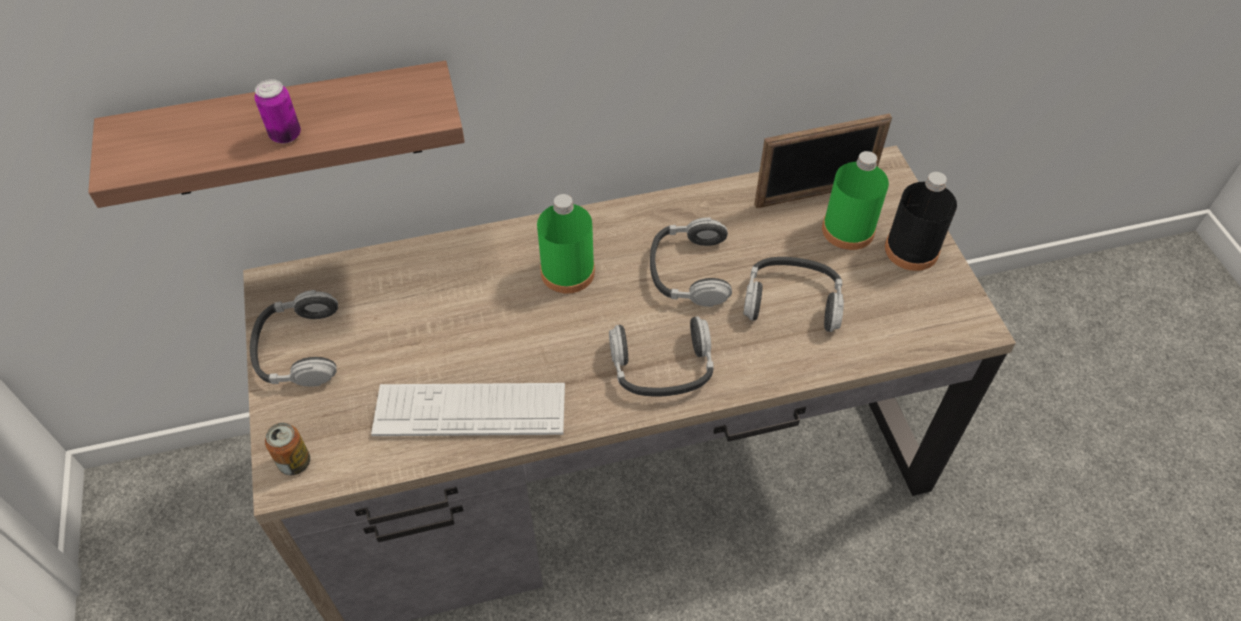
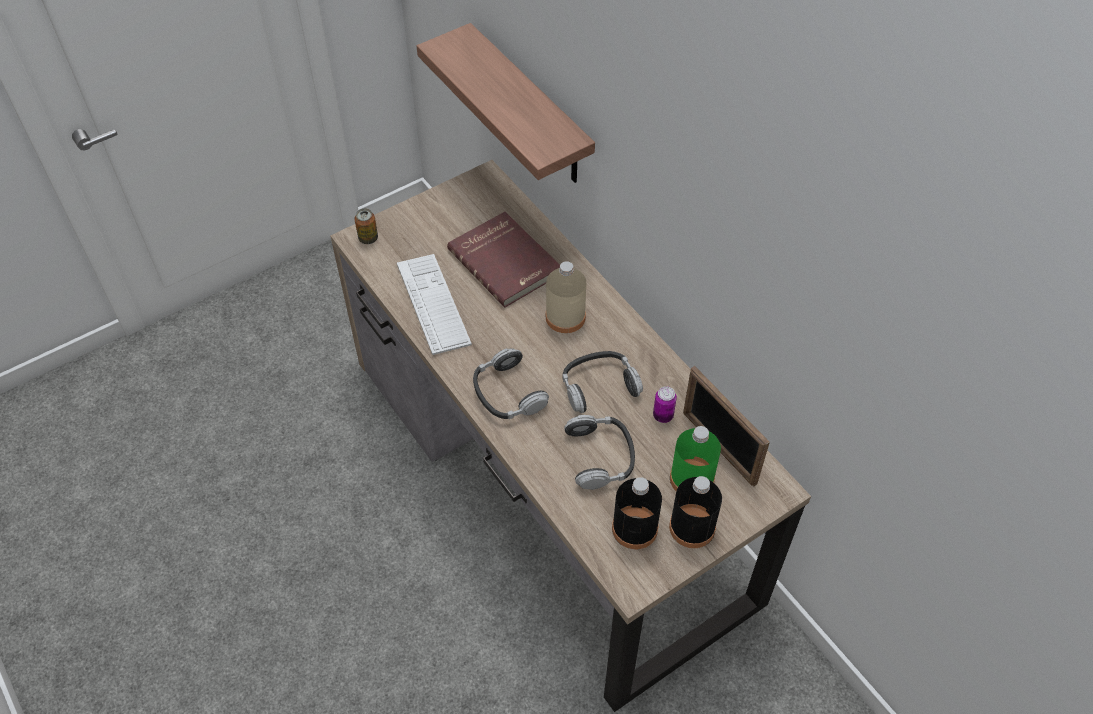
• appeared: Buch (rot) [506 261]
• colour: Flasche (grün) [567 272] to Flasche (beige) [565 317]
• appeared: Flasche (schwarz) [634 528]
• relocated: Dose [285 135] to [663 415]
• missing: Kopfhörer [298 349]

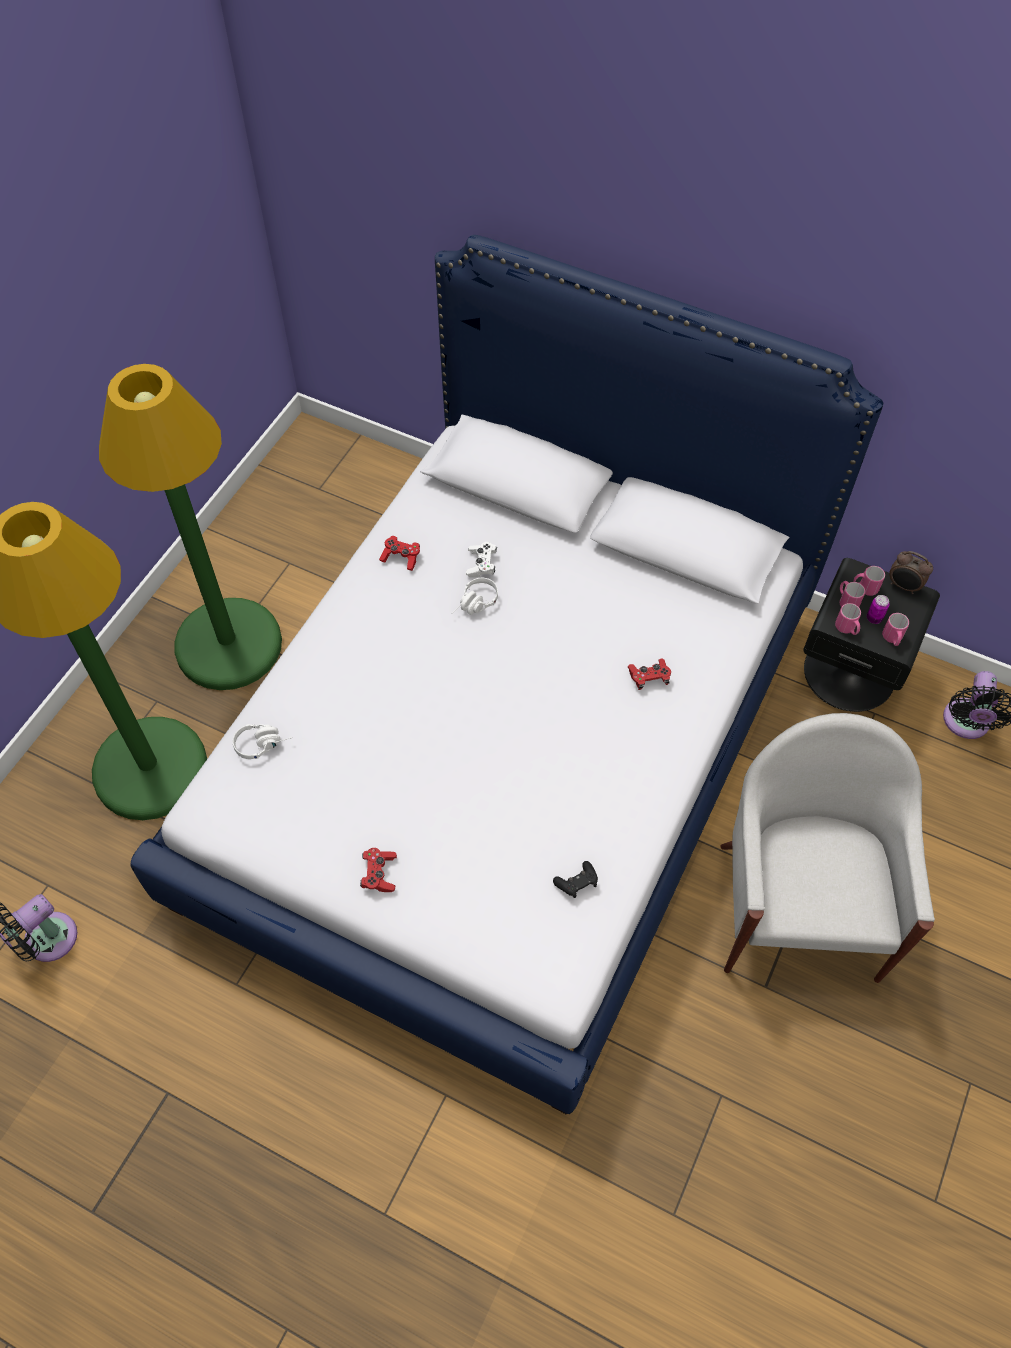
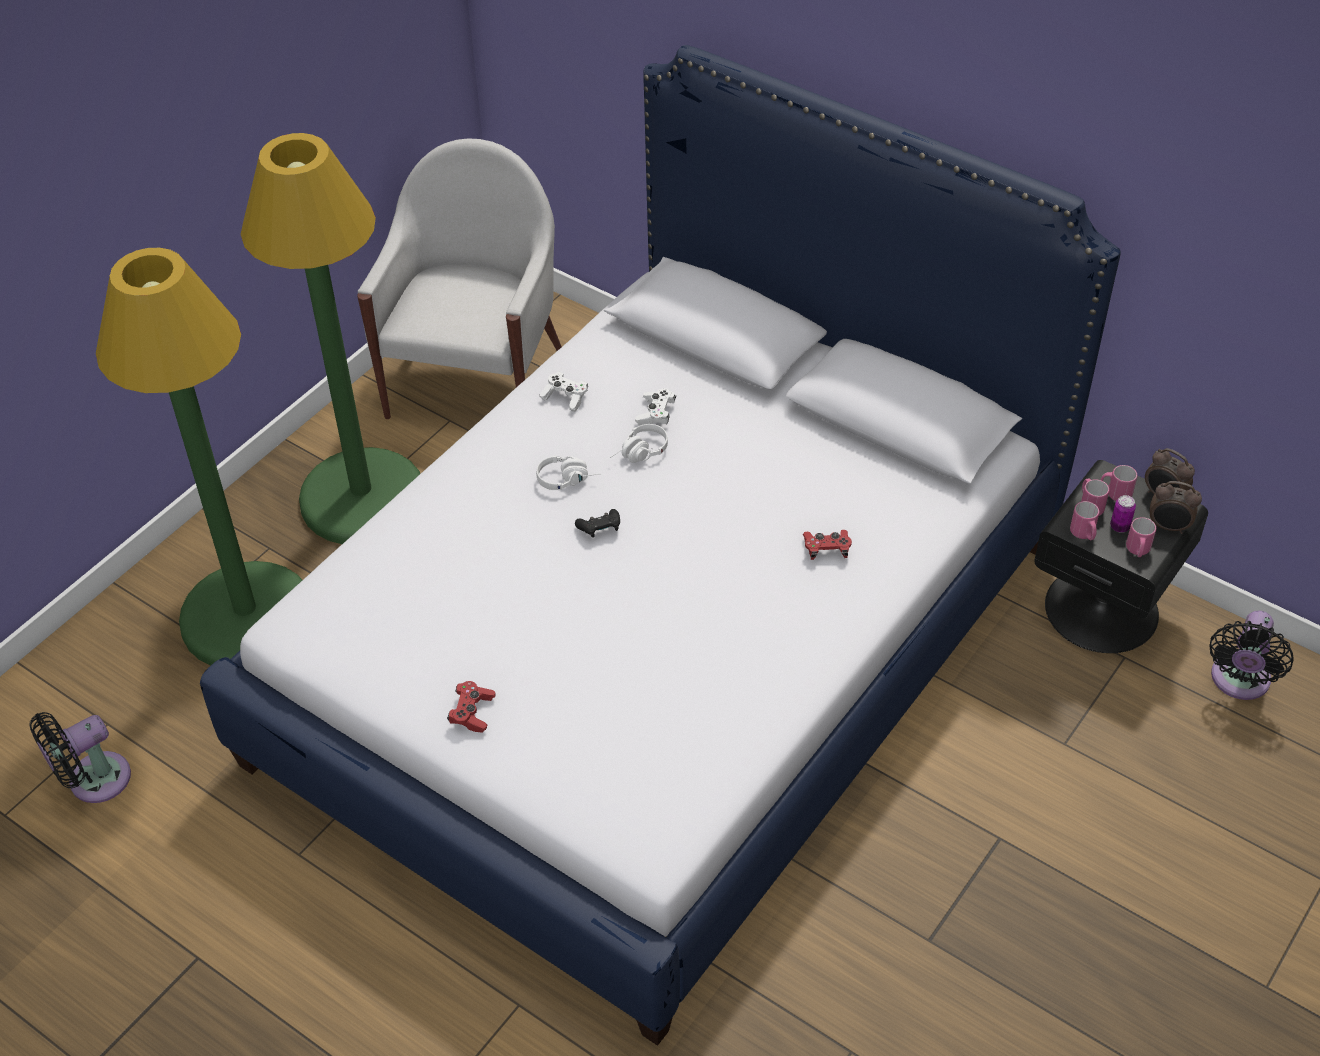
• relocated: Sessel (weiß) [798 907] to [477 381]
• relocated: Kopfhörer (weiß) [263 743] to [568 479]
• colour: Gamepad (rot) [401 557] to Gamepad (weiß) [565 397]
• relocated: Gamepad (schwarz) [577 883] to [600 529]
• appeared: Wecker [1168 527]

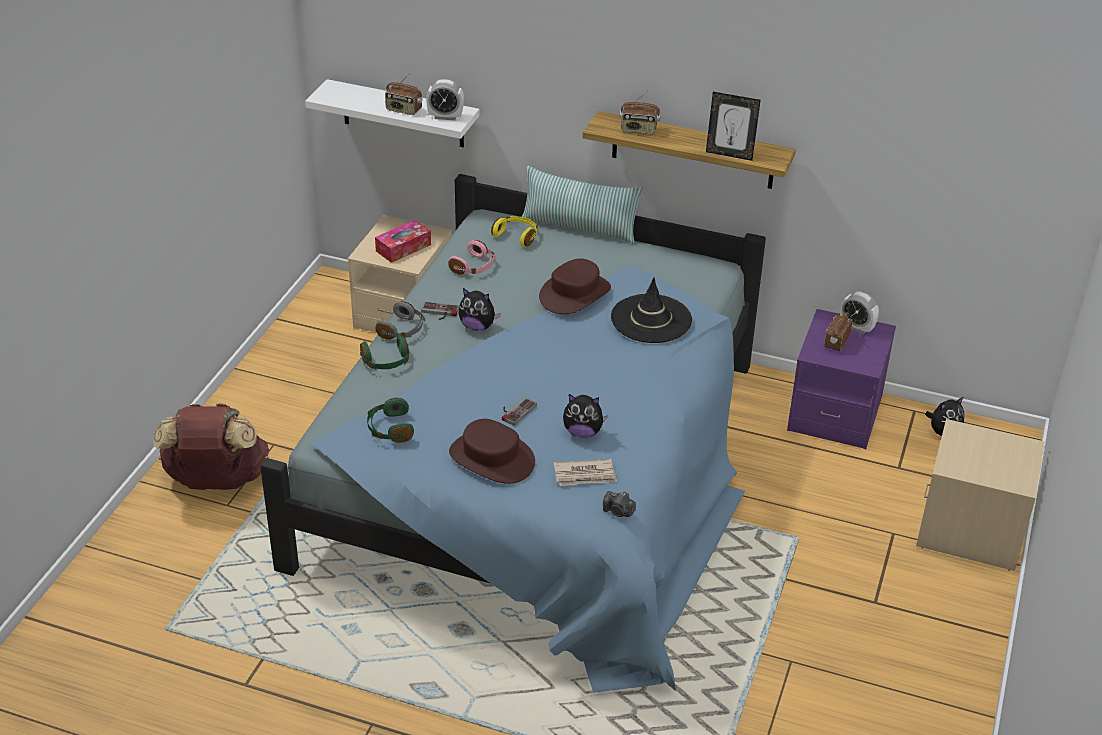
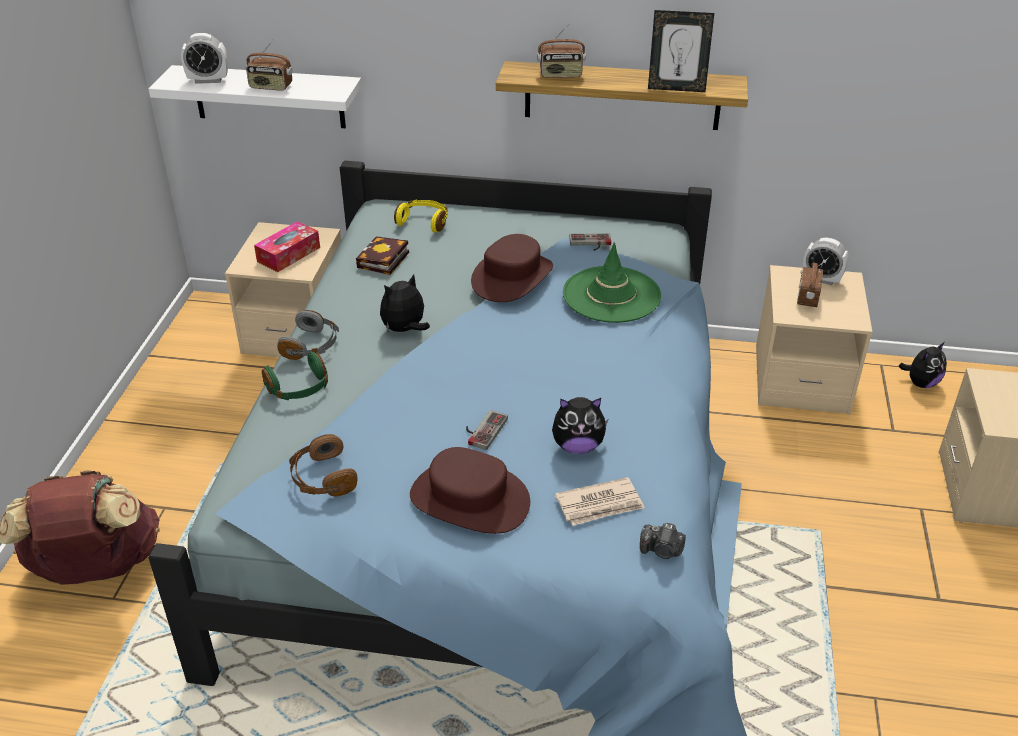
• relocated: Wecker [445 117] to [208 80]
• colour: Kopfhörer (grün) [390 429] to Kopfhörer (braun) [322 478]
• exchanged: Kopfhörer (rosa) [474 267] to Buch [383 261]
• spun: Plüschtier [477 326] = [405 330] 135 degrees clockwise
• colour: Hut (schwarz) [651 319] to Hut (grün) [611 295]
• relocated: Gamepad [439 313] to [590 243]
• colour: Nachttisch (lila) [835 414] to Nachttisch (beige) [801 380]
• missing: Kissen [579 228]

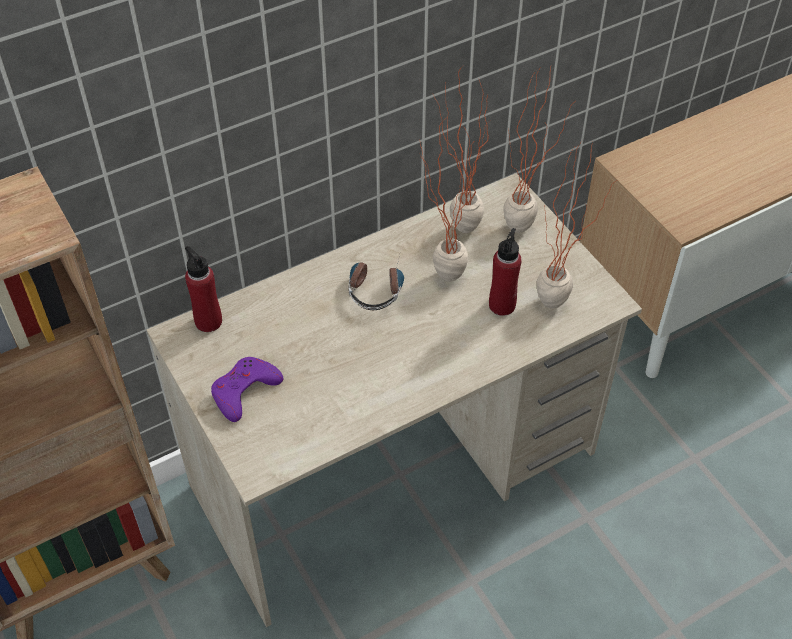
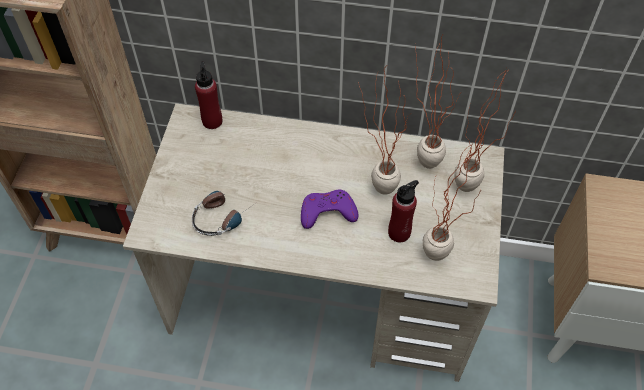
• relocated: Kopfhörer [376 285] to [223 215]
• relocated: Gamepad (lila) [244 391] to [327 212]

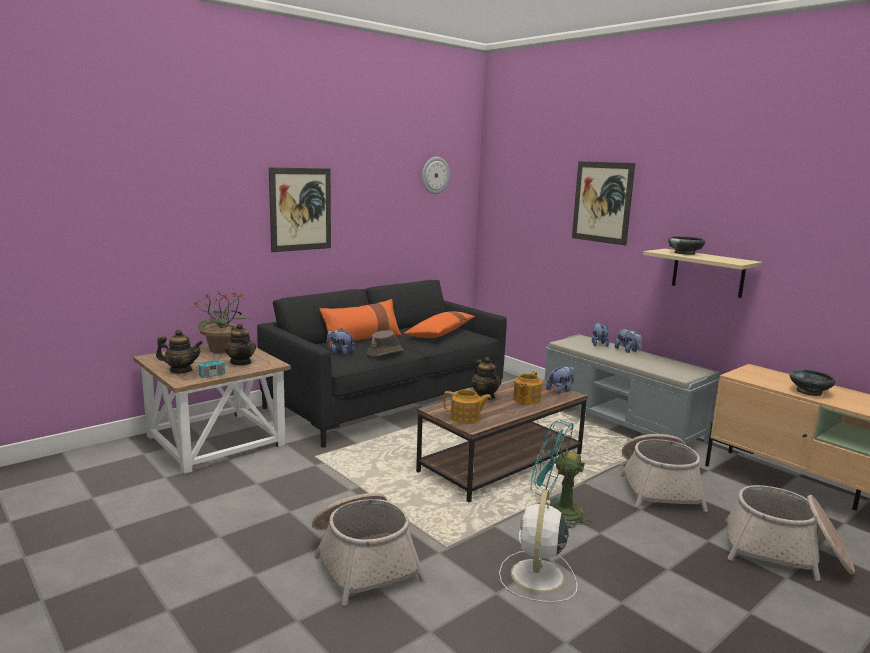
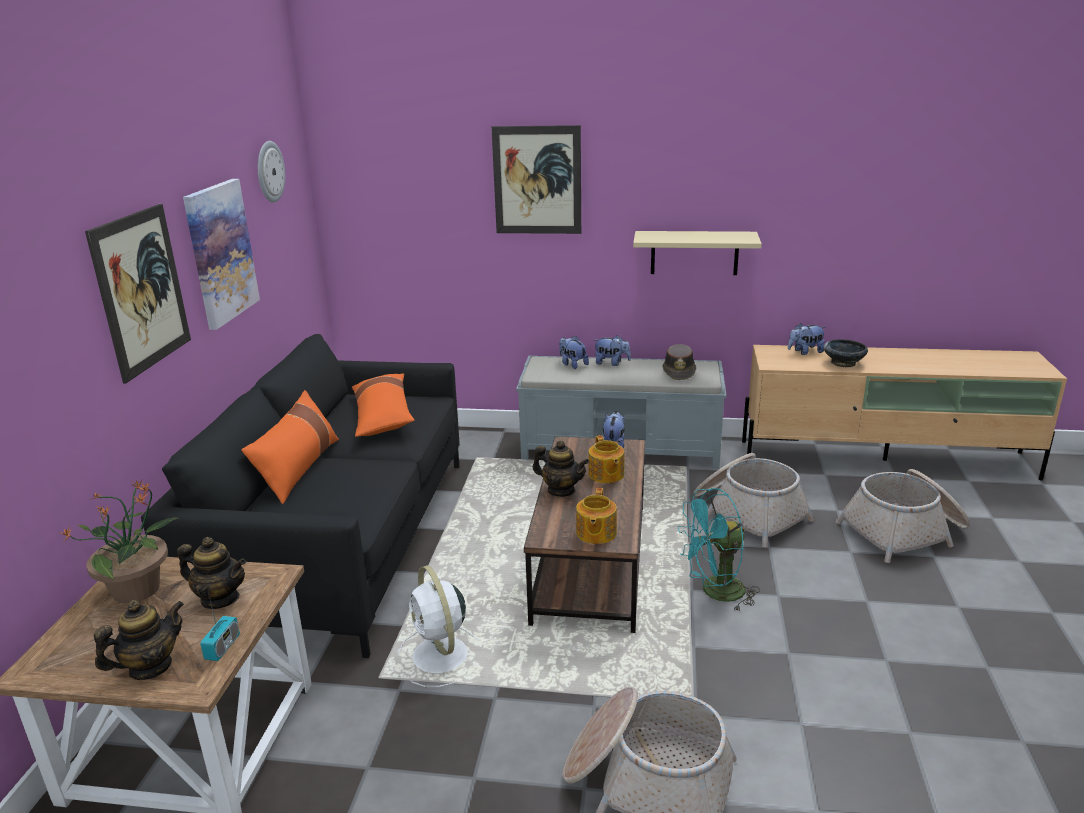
• appeared: Bild [220 252]
• relocated: Ventilator (weiß) [537 577] to [441 657]
• spun: Teekanne [466 418] = [595 533] 135 degrees clockwise
• relocated: Hut (braun) [386 353] to [679 372]
• relocated: Plüschtier [340 352] to [805 352]
• missing: Schüssel (schwarz) [685 253]

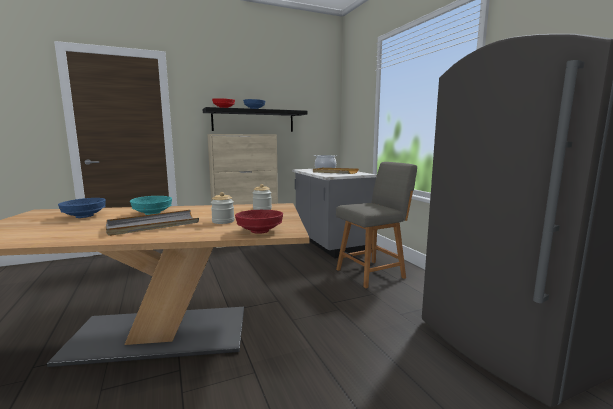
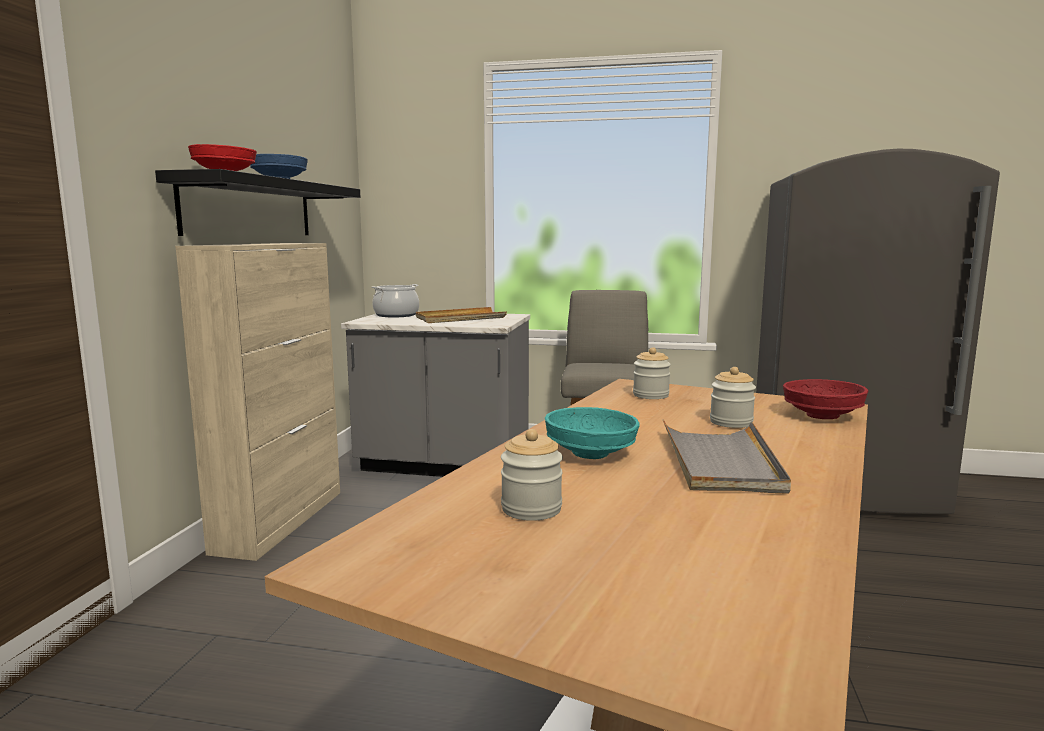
• exchanged: Schüssel (blau) [84 216] to Vorratsglas [531 509]

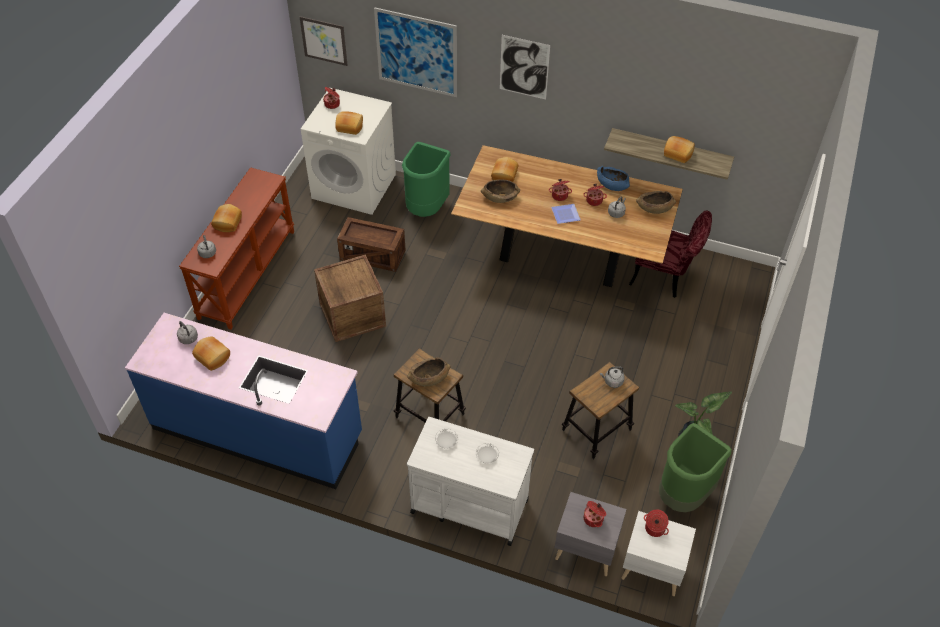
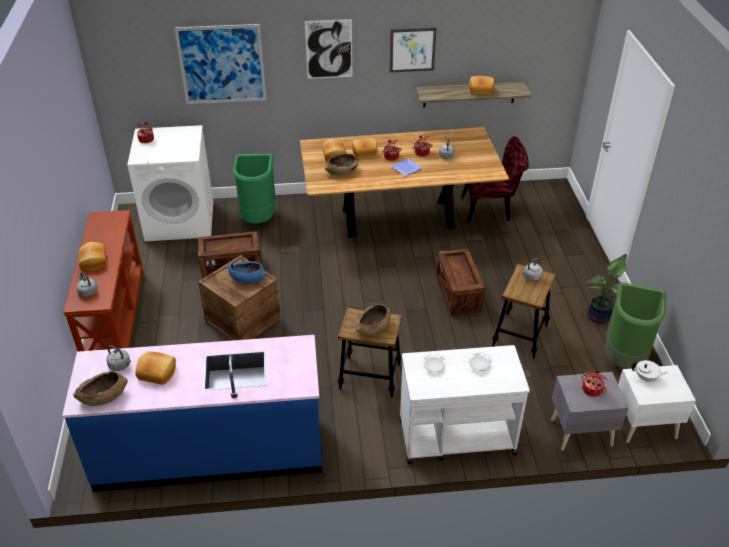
• relocated: Schüssel (braun) [654 208] to [103 396]
• relocated: Schüssel (blau) [611 184] to [247 278]
• relocated: Brot [350 126] to [364 151]
• relocated: Bild [324 41] to [412 50]
• appeared: Kiste [458 293]
• exchanged: Kochtopf [654 529] to Teekanne (weiß) [646 378]

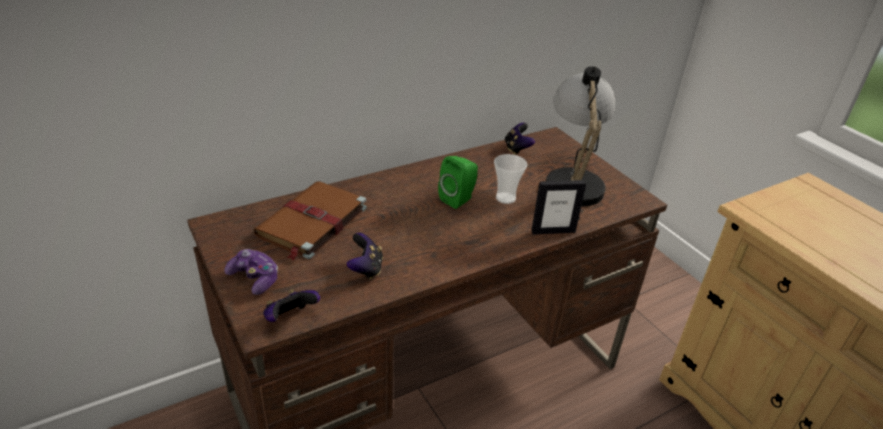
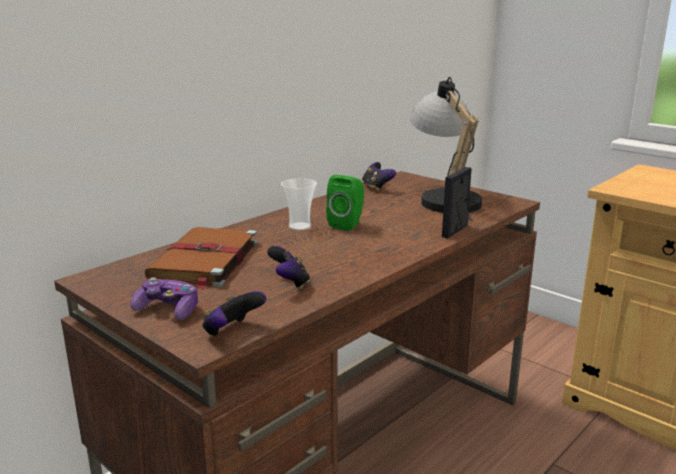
• relocated: Tasse [505 198] to [299 226]
• spun: Bilderrahmen [553 231] = [455 231] 150 degrees clockwise

